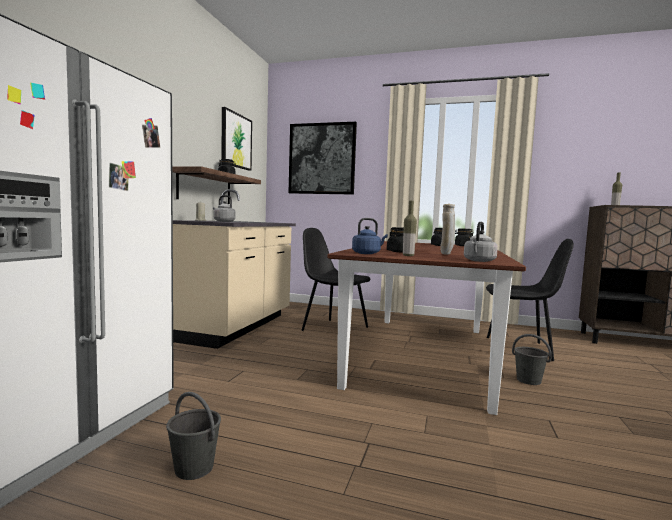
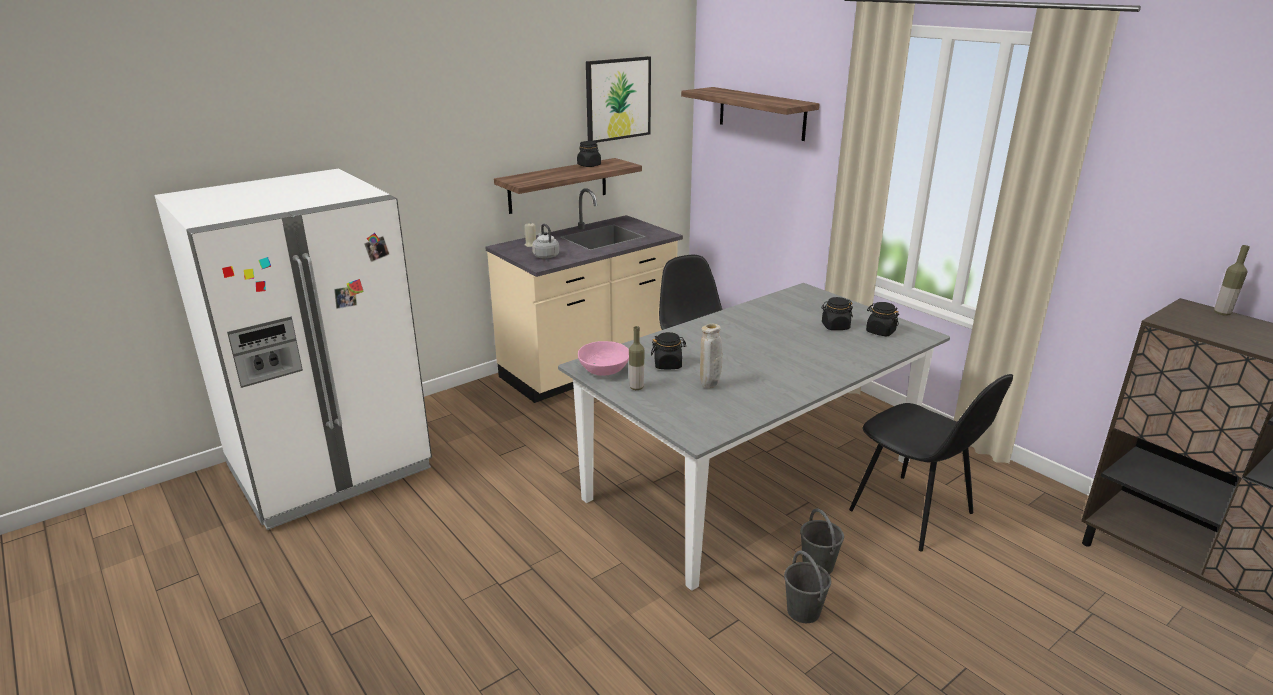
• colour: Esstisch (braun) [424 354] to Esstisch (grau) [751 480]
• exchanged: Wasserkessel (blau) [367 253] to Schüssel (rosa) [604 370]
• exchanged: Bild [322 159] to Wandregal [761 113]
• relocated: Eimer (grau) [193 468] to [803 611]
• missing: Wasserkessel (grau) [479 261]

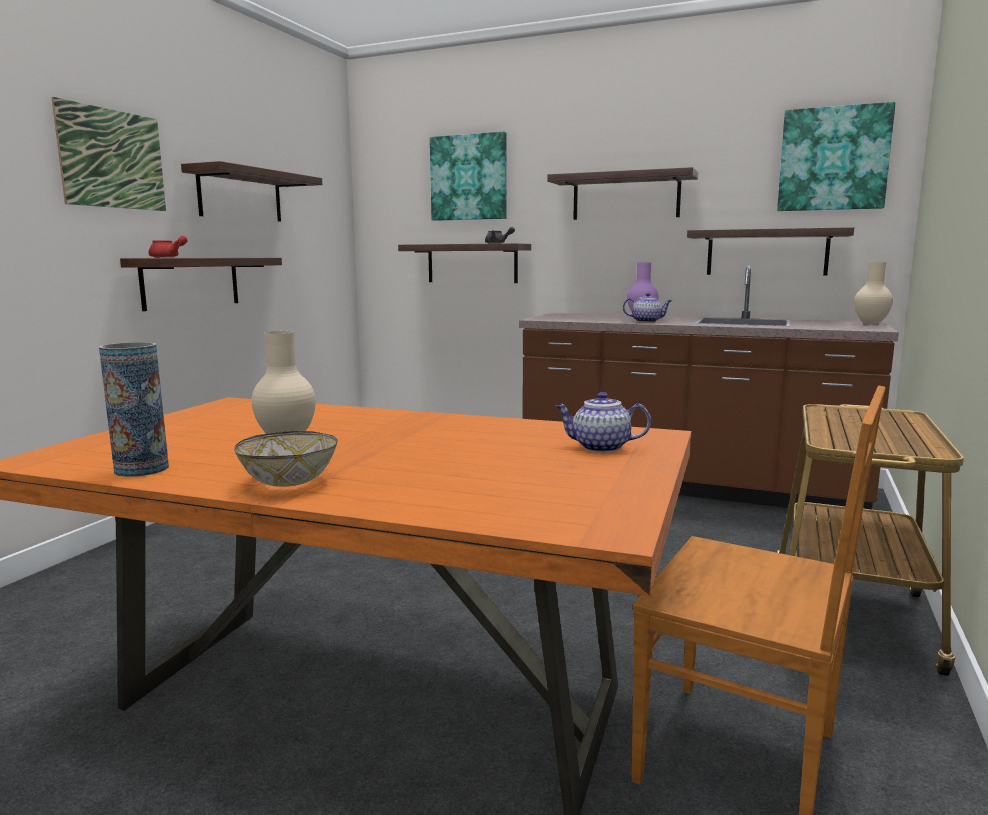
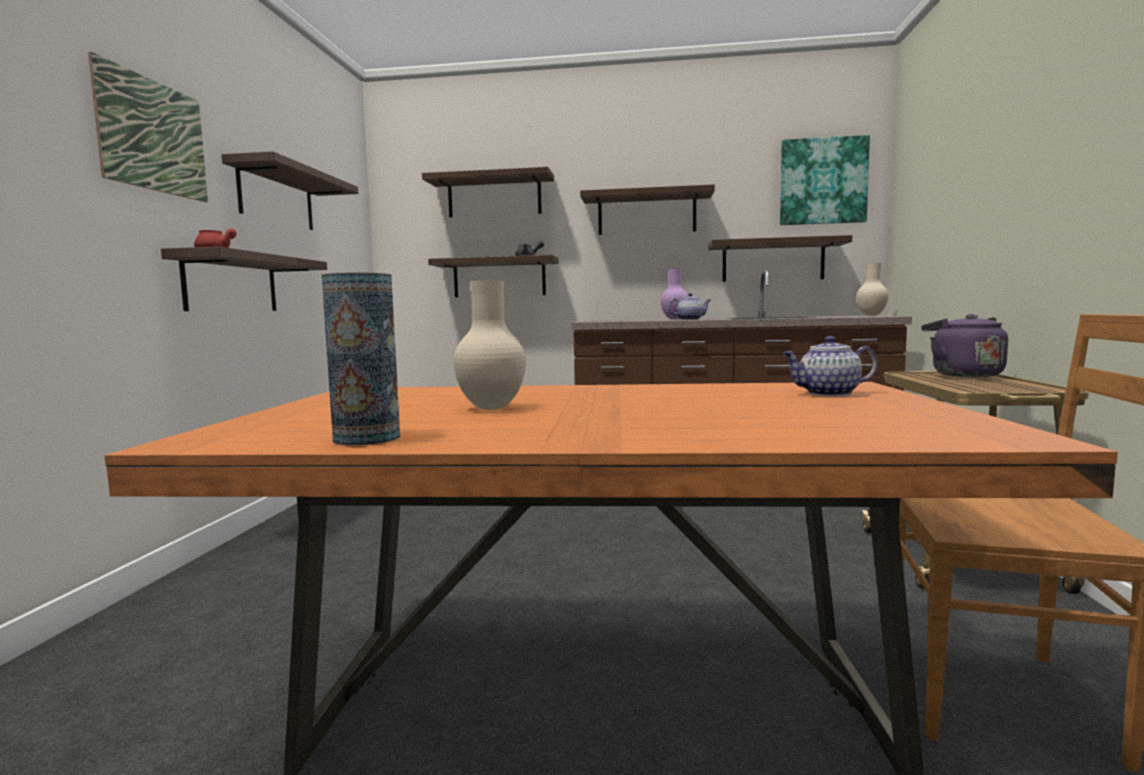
• exchanged: Bild [469 178] to Wandregal [494 196]
• appeared: Wasserkessel (lila) [963 375]
• missing: Schüssel [289 482]

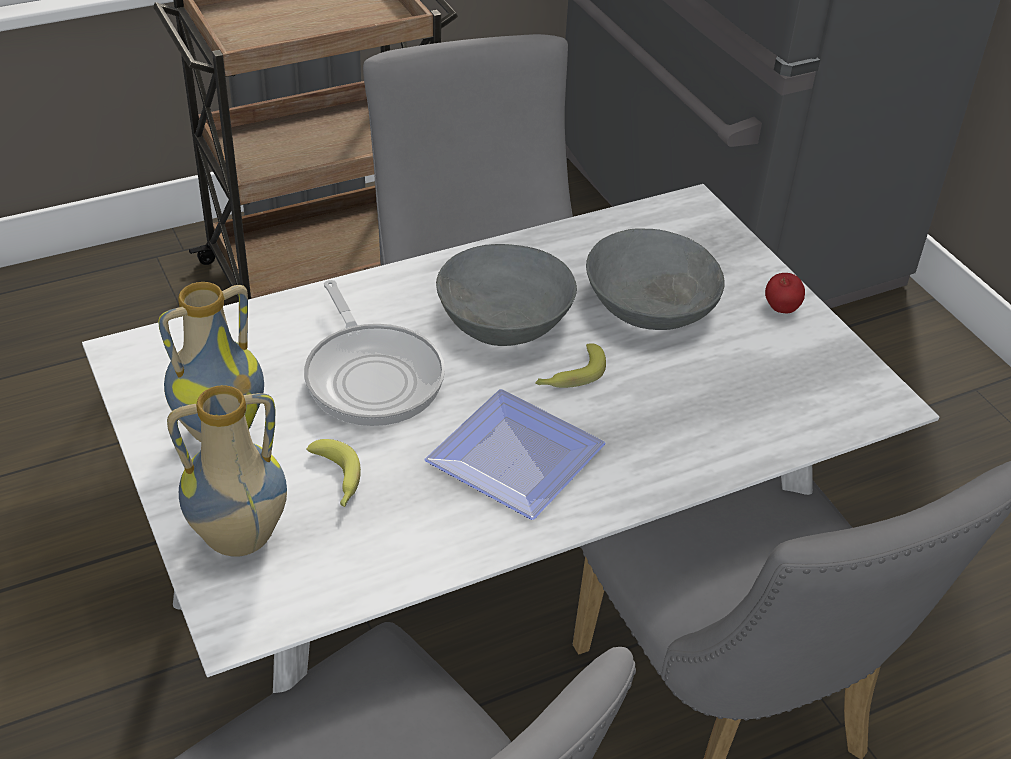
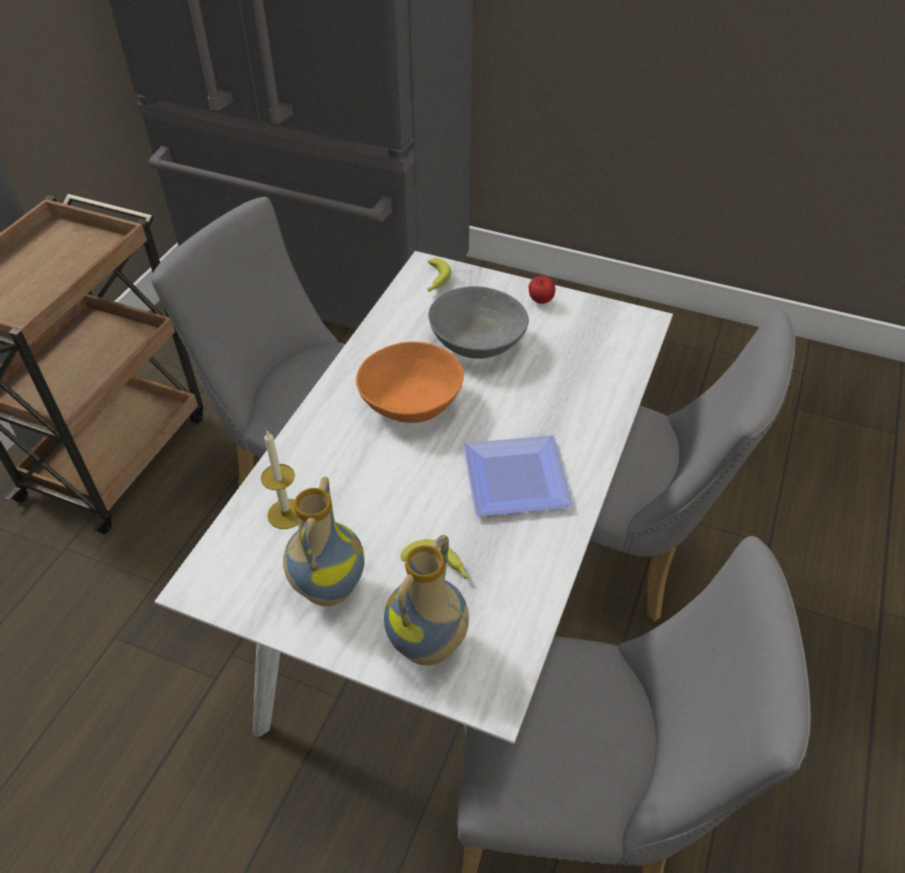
• appeared: Kerze [286 514]
• colour: Schüssel (grau) [506 323] to Schüssel (orange) [412 402]
• relocated: Banane [570 375] to [434 280]
• missing: Pfanne [372 376]

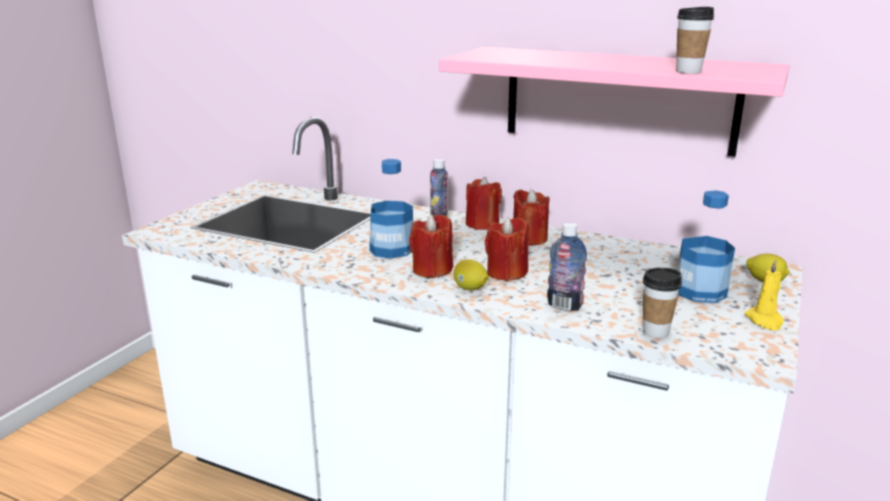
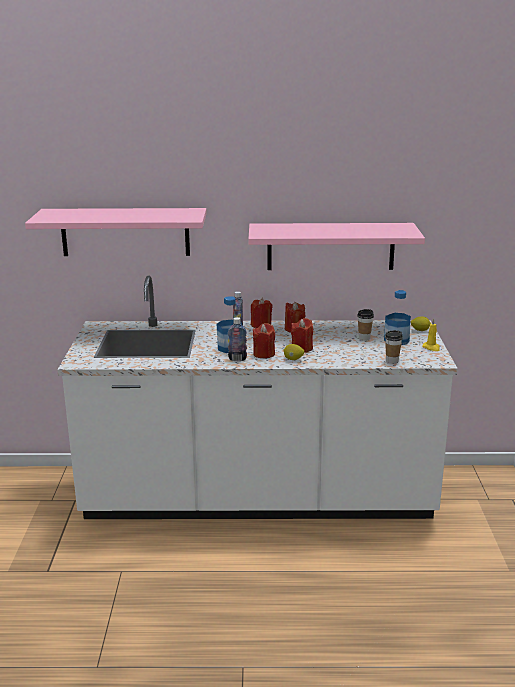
• appeared: Wandregal (rosa) [125 232]
• relocated: Flasche [564 306] to [237 359]
• relocated: Tasse [688 71] to [364 338]

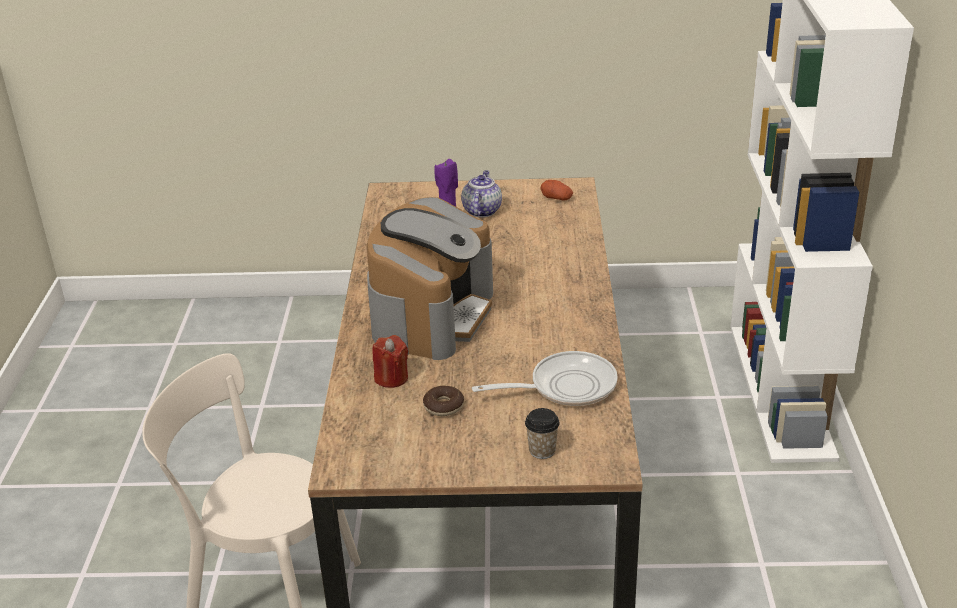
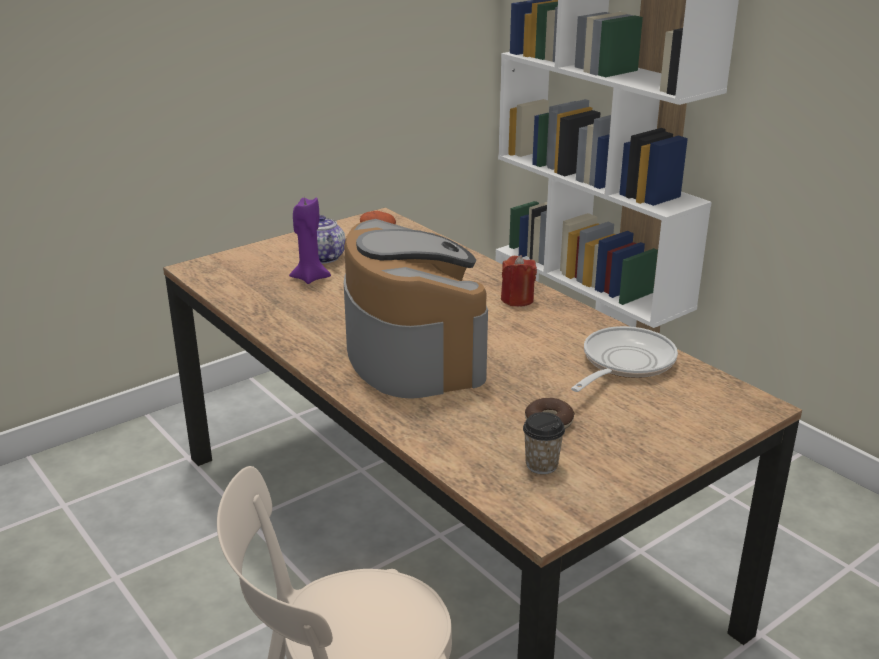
• relocated: Kerze (rot) [391 378] to [517 299]
• relocated: Tasse [542 450] to [541 465]

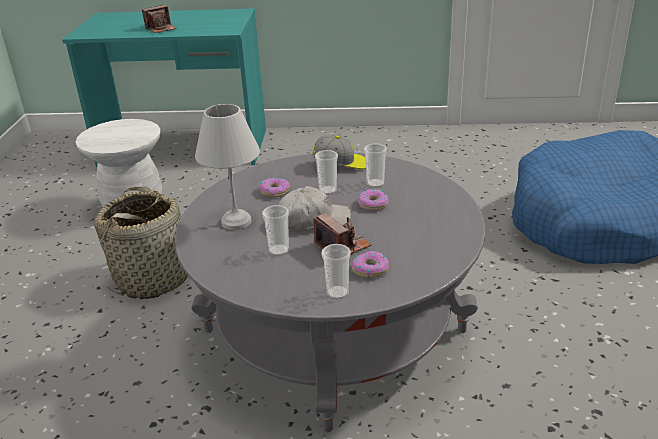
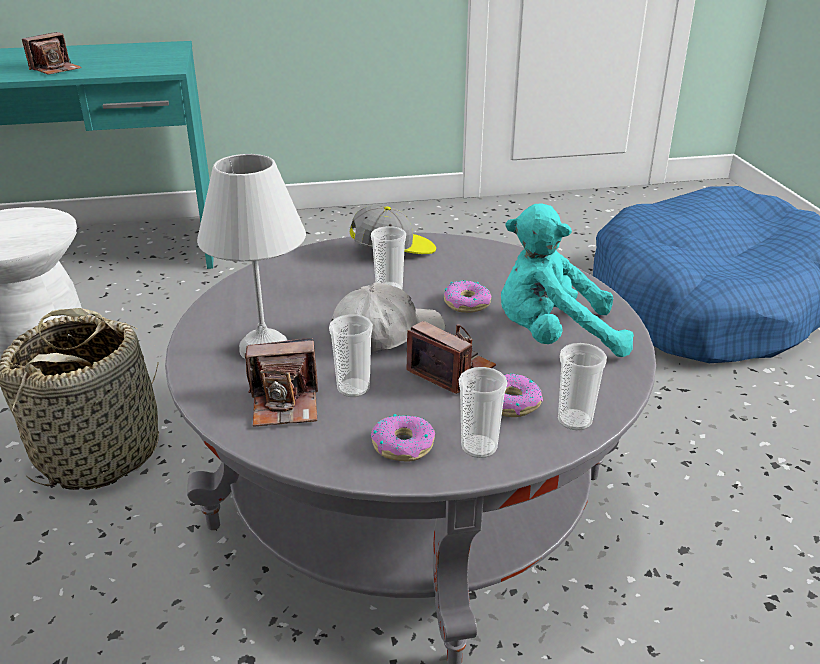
• appeared: Kamera [285 404]
• relocated: Donut [274 191] to [403 445]
• appeared: Plüschtier (türkis) [553 337]
• relocated: Tasse [375 183] to [574 420]

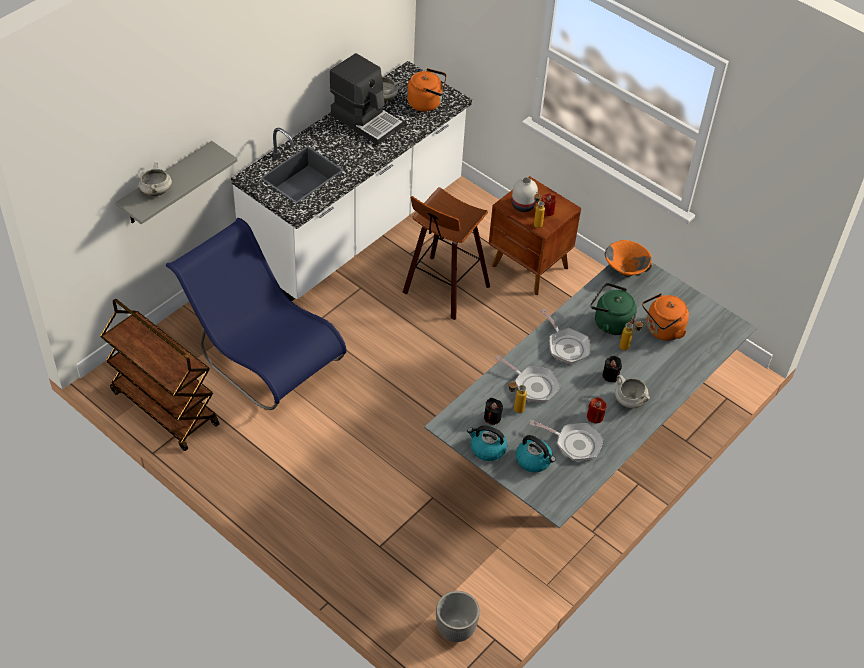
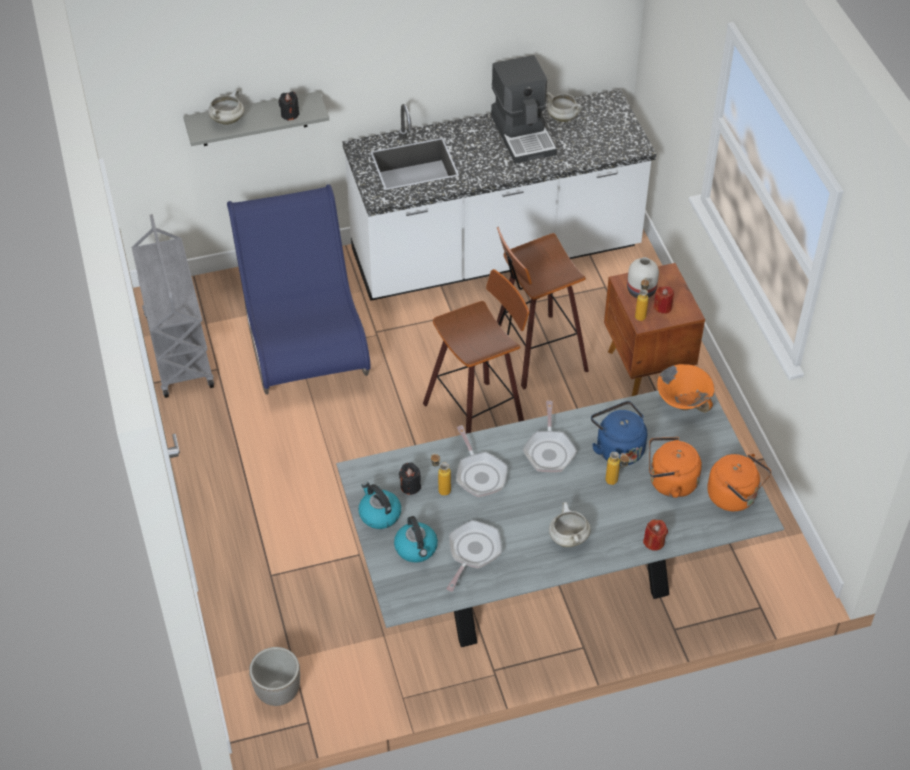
• colour: Rollwagen (braun) [163 408] to Rollwagen (grau) [178 349]
• relocated: Kerze (schwarz) [610 375] to [290 114]
• appeared: Hocker [478 417]
• spun: Pfanne [574 443] = [472 552] 120 degrees counterclockwise
• colour: Wasserkessel (grün) [610 322] to Wasserkessel (blau) [617 448]
• relocated: Kerze (rot) [595 416] to [654 542]
• relocated: Wasserkessel (orange) [427 103] to [734 497]

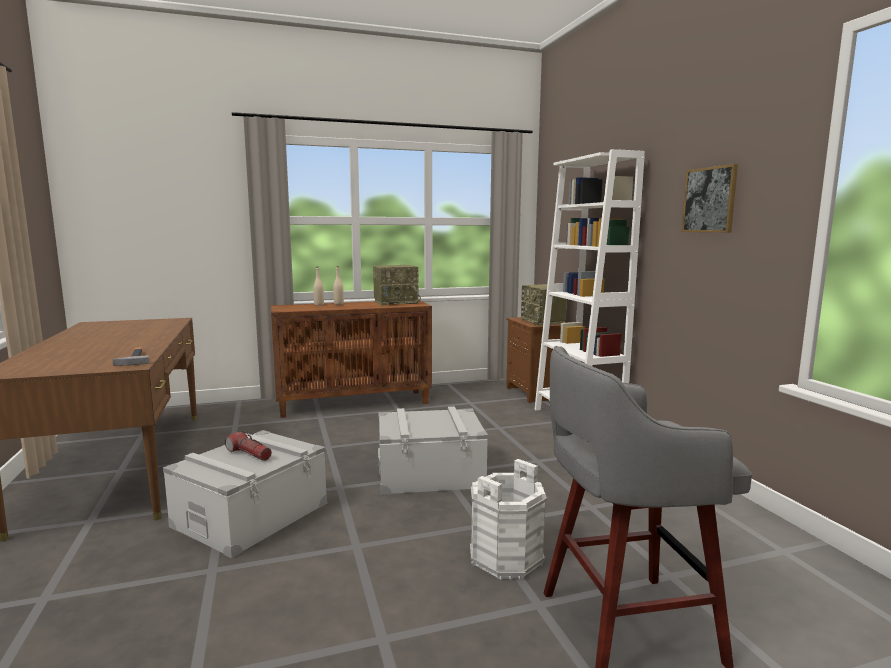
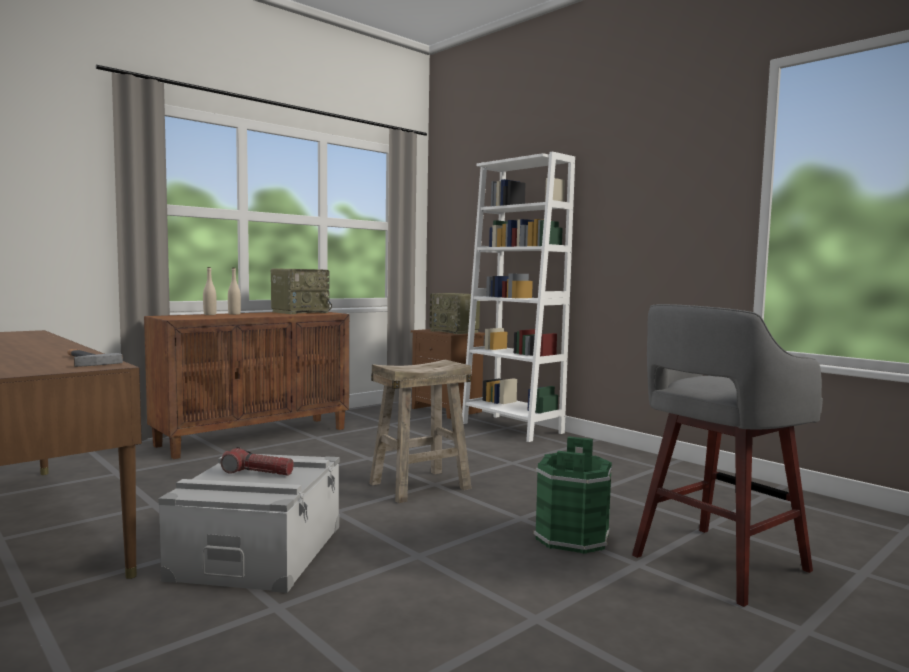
• exchanged: Aufbewahrungsbox (grau) [430 473] to Hocker (beige) [420 485]
• colour: Eimer (weiß) [506 558] to Eimer (grün) [572 537]
• missing: Bild [709 200]

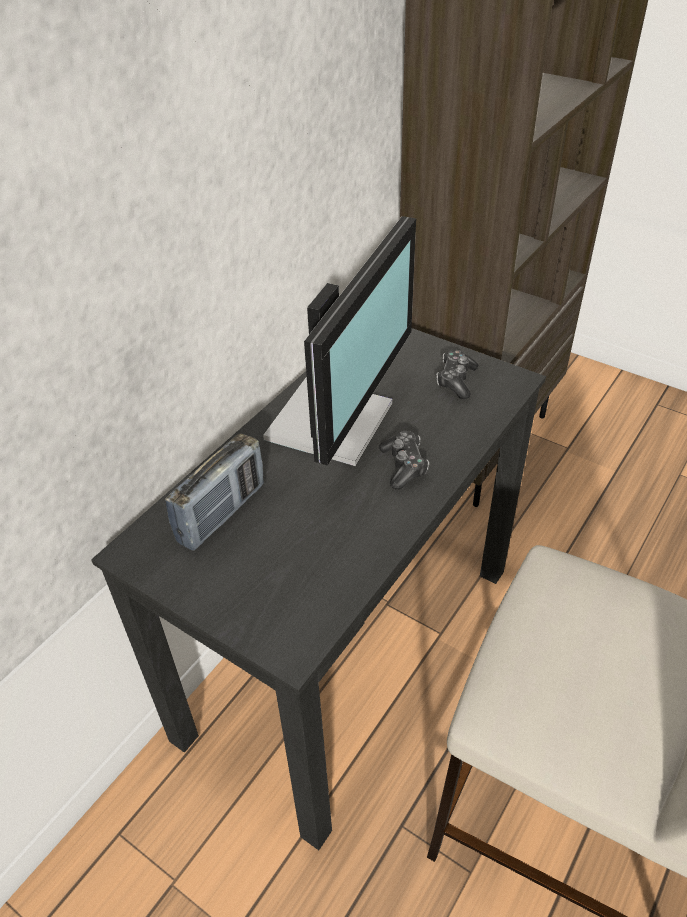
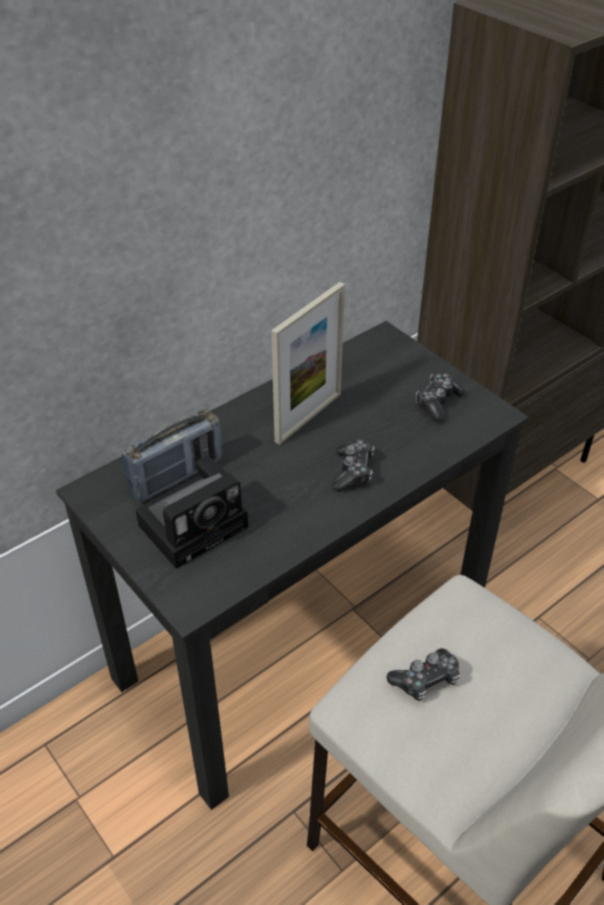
• appeared: Kamera [196 523]
• exchanged: Monitor [335 422] to Bilderrahmen [308 417]
• appeared: Gamepad [425 680]

